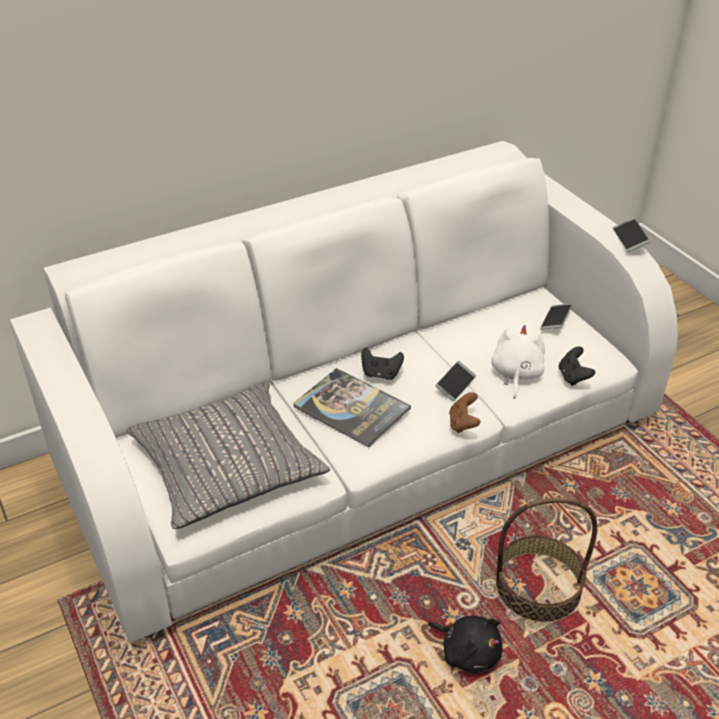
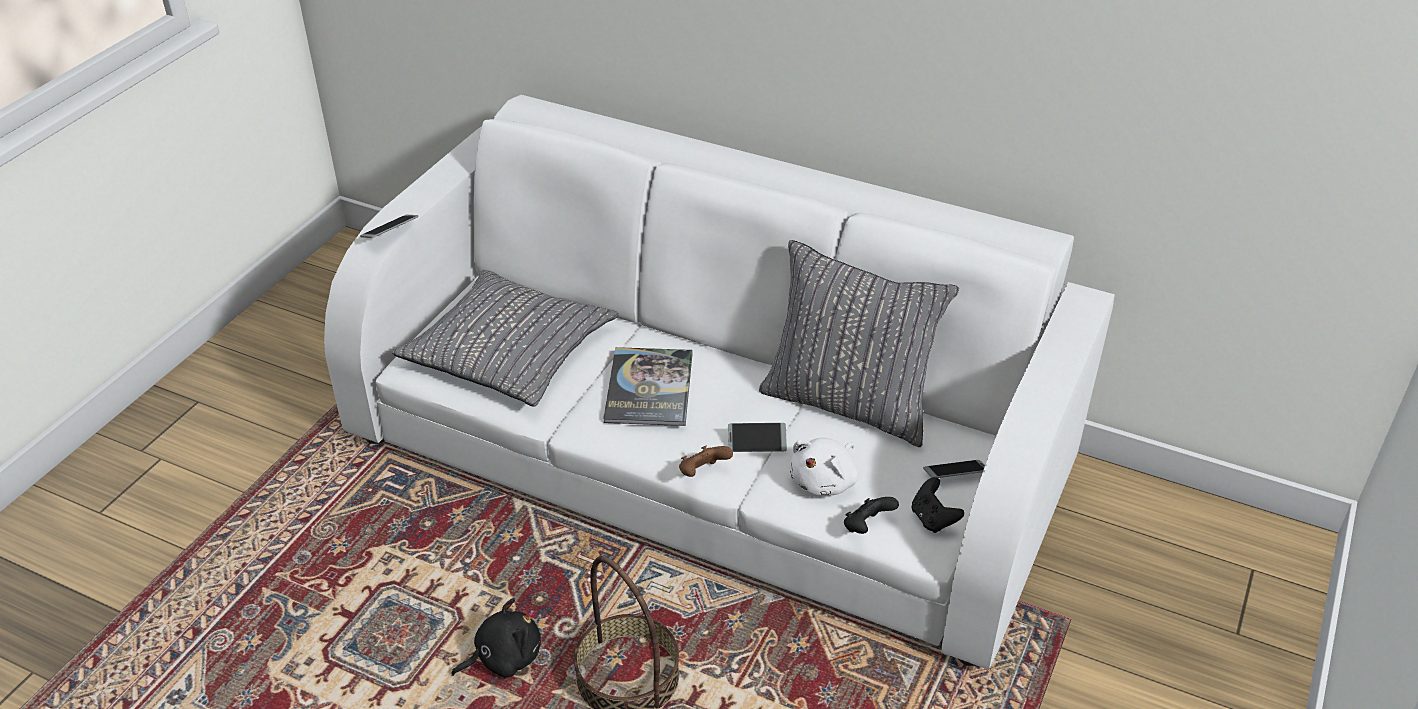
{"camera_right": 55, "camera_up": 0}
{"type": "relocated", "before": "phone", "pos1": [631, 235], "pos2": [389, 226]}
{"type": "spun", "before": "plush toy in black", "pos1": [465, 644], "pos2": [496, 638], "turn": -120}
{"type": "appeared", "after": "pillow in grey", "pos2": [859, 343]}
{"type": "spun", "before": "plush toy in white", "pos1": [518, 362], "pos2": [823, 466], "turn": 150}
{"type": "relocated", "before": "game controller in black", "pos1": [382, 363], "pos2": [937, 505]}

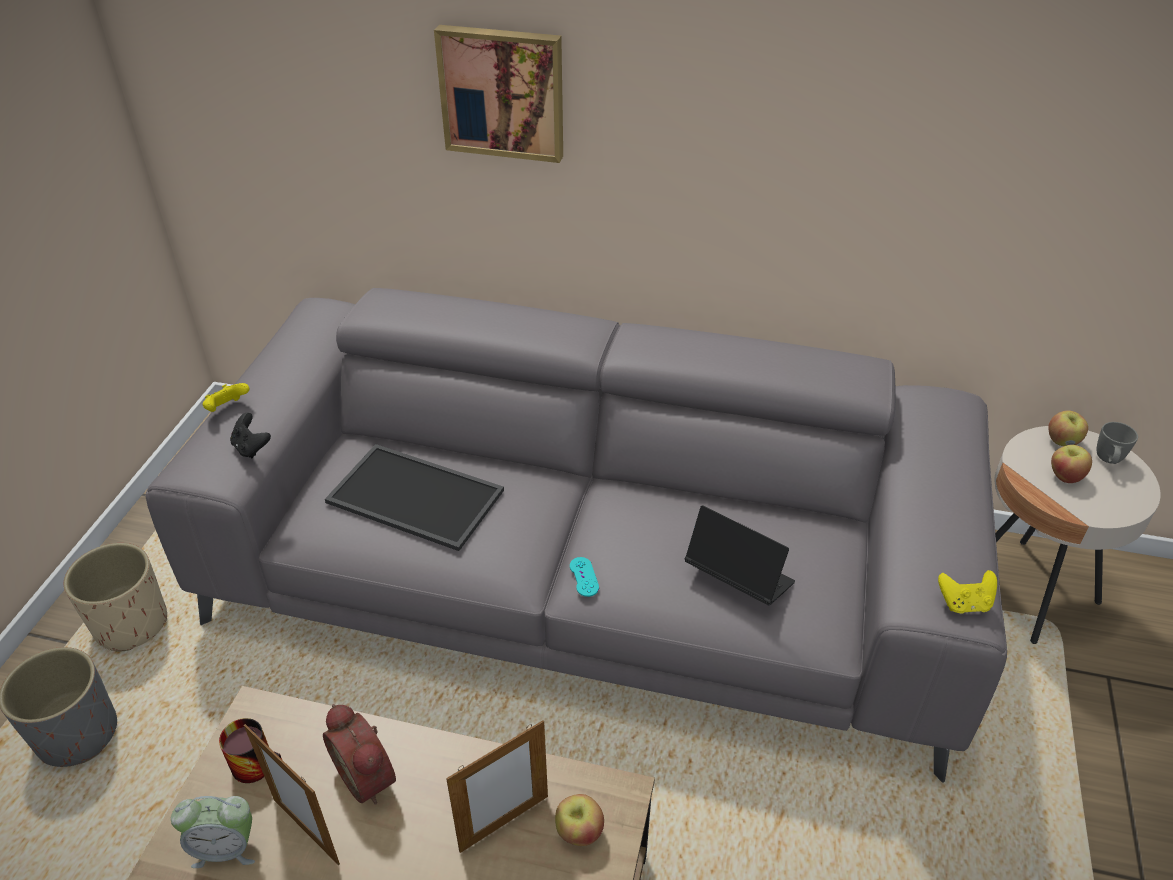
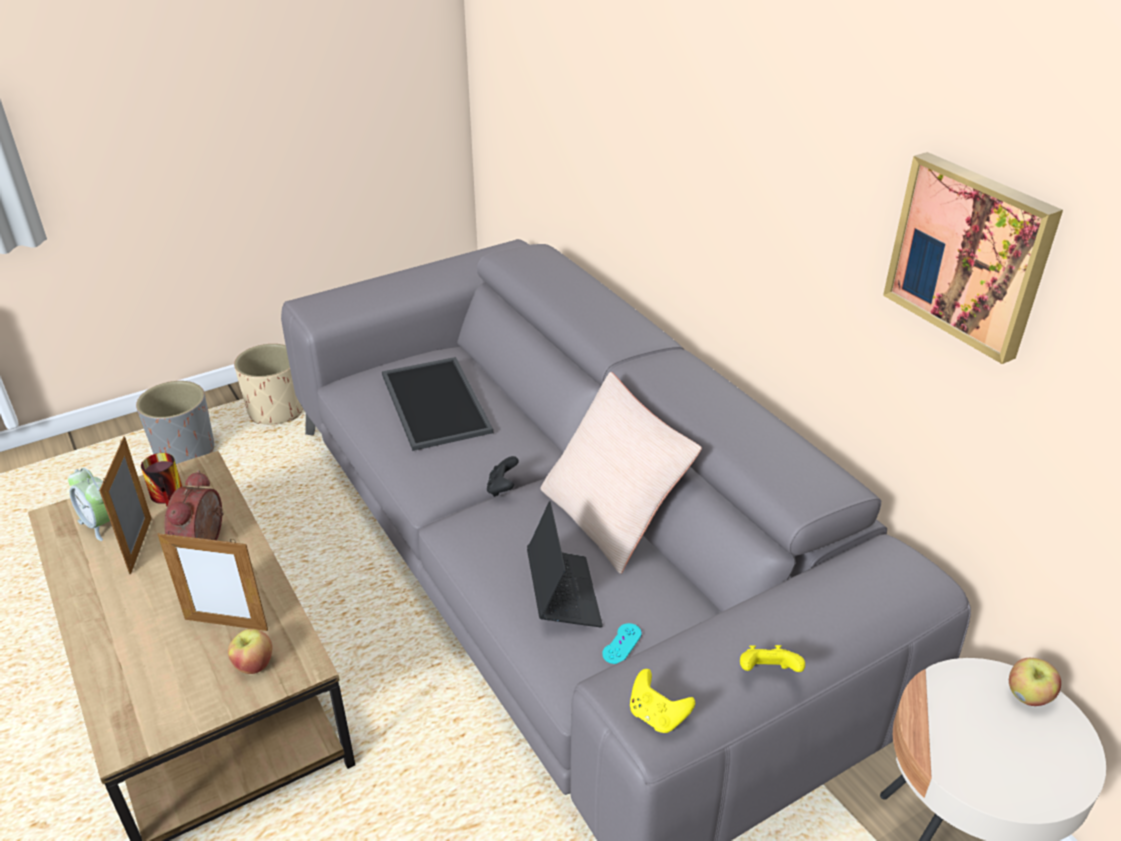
{"camera_right": 45, "camera_up": -5}
{"type": "relocated", "before": "game controller in black", "pos1": [250, 436], "pos2": [503, 476]}
{"type": "appeared", "after": "pillow in beige", "pos2": [621, 473]}
{"type": "relocated", "before": "game controller in turquoise", "pos1": [584, 577], "pos2": [622, 643]}
{"type": "relocated", "before": "game controller in yellow", "pos1": [226, 397], "pos2": [772, 658]}
{"type": "relocated", "before": "picture", "pos1": [498, 94], "pos2": [973, 258]}
{"type": "missing", "before": "apple", "pos1": [1071, 464]}
{"type": "missing", "before": "mug in grey", "pos1": [1117, 443]}

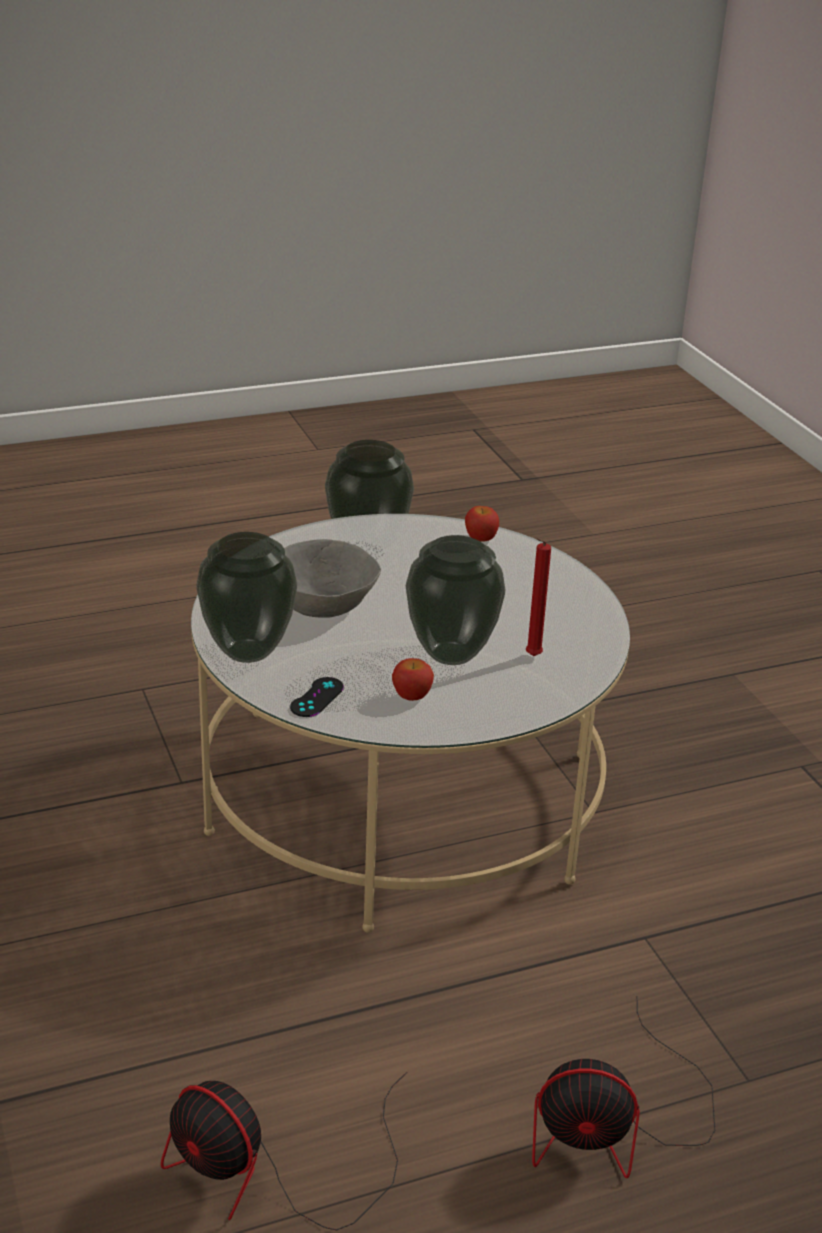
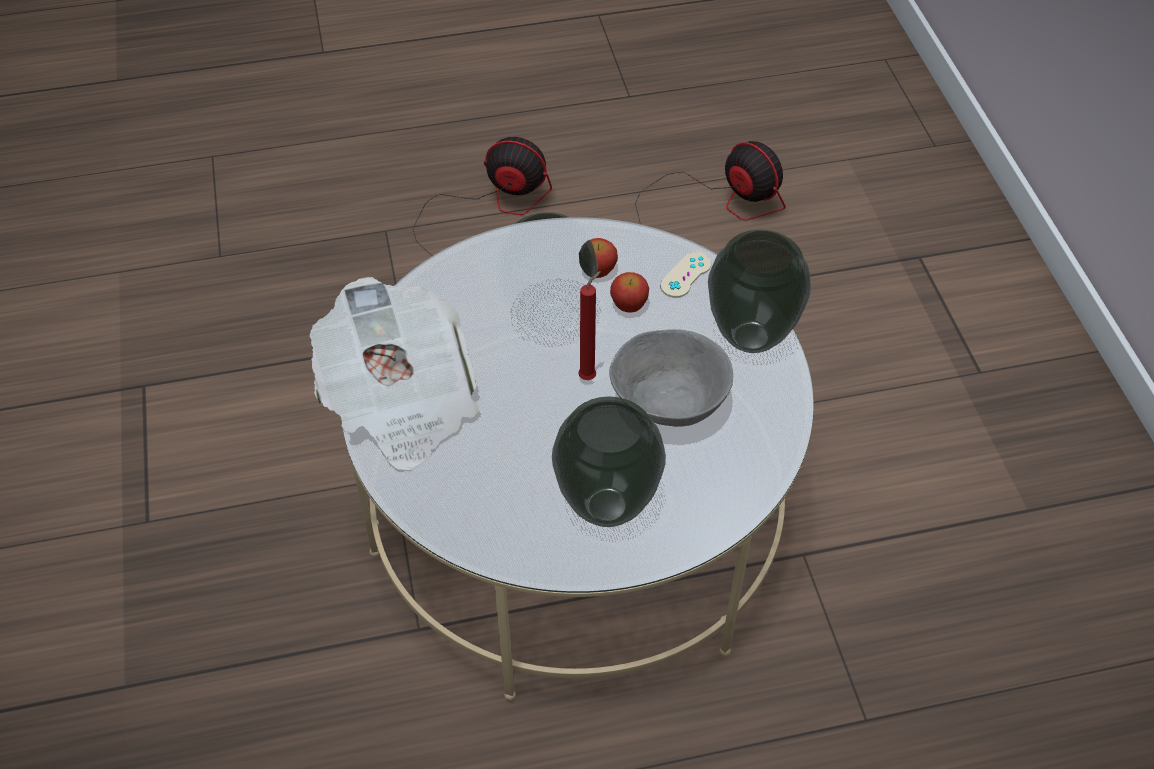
{"camera_right": -170, "camera_up": 20}
{"type": "appeared", "after": "newspaper", "pos2": [394, 373]}
{"type": "relocated", "before": "candle in red", "pos1": [538, 597], "pos2": [589, 325]}
{"type": "relocated", "before": "apple", "pos1": [482, 524], "pos2": [629, 292]}
{"type": "colour", "before": "game controller in black", "after": "game controller in beige", "pos1": [317, 697], "pos2": [685, 274]}

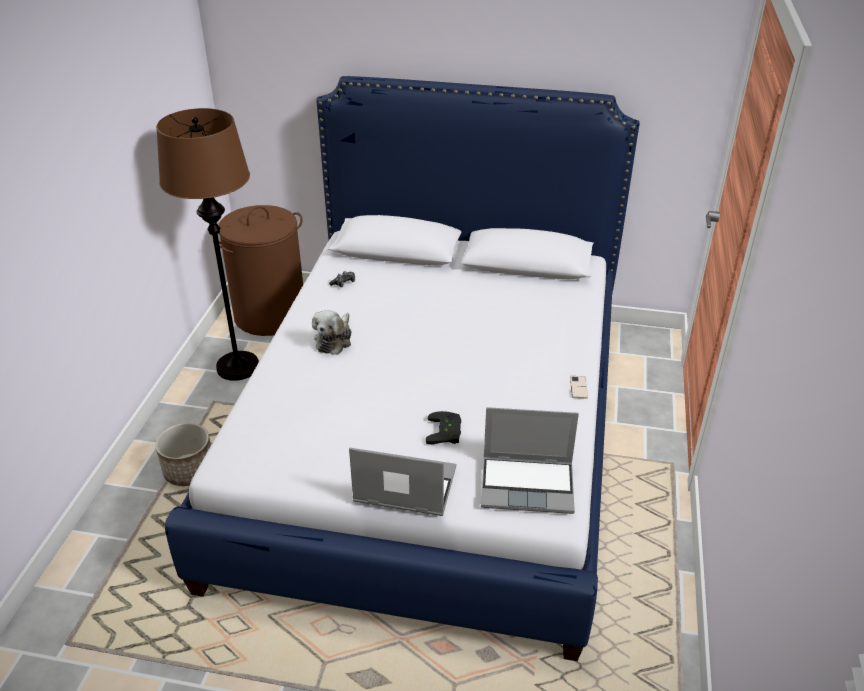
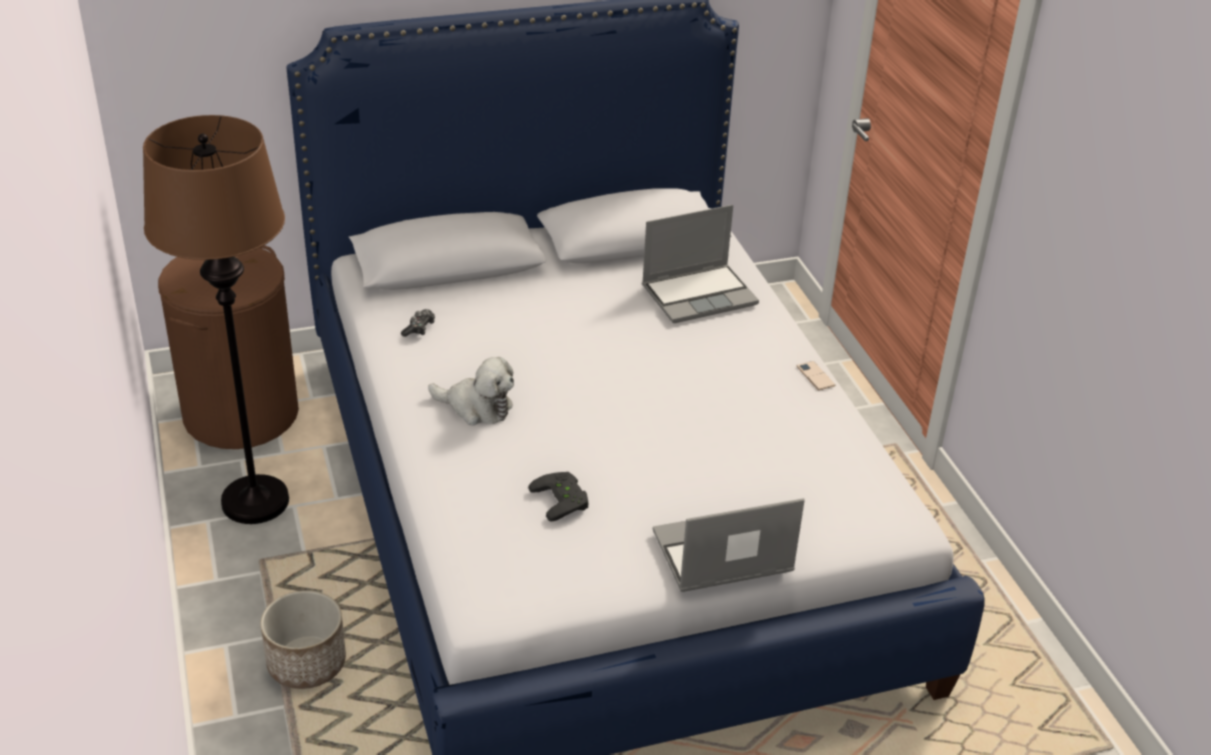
{"camera_right": -30, "camera_up": 0}
{"type": "spun", "before": "plush toy", "pos1": [331, 332], "pos2": [471, 391], "turn": -60}
{"type": "relocated", "before": "game controller in black", "pos1": [443, 427], "pos2": [558, 497]}
{"type": "relocated", "before": "laptop", "pos1": [530, 460], "pos2": [700, 264]}

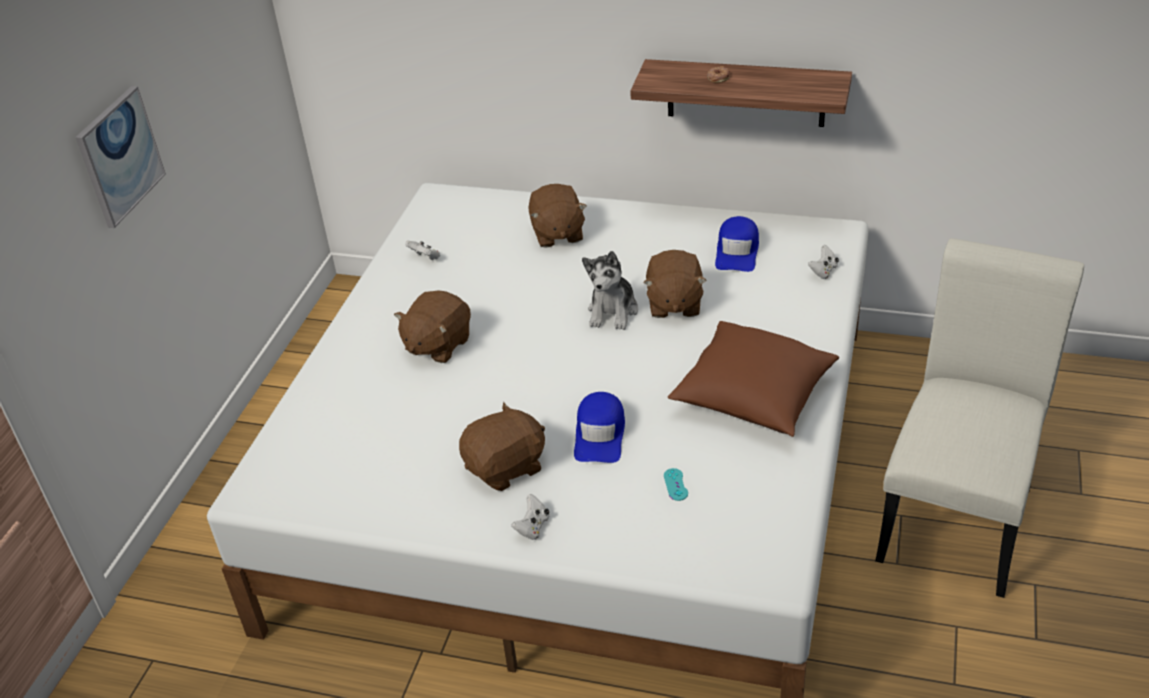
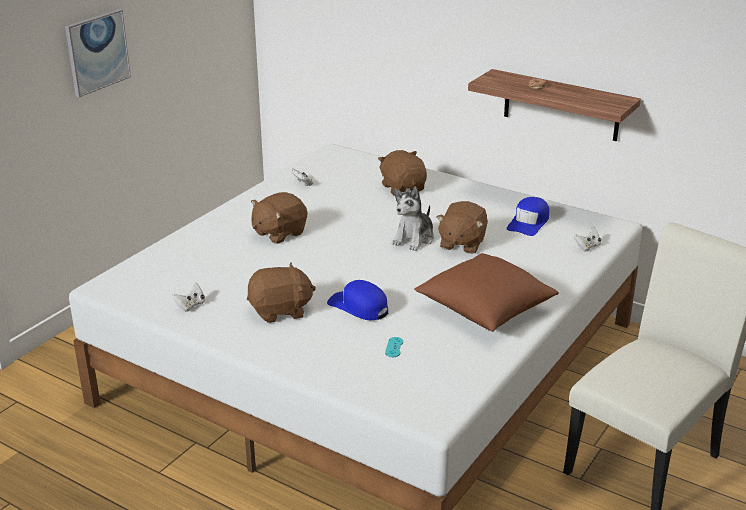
{"camera_right": 15, "camera_up": -10}
{"type": "relocated", "before": "game controller in white", "pos1": [530, 517], "pos2": [188, 297]}
{"type": "spun", "before": "cap in blue", "pos1": [599, 427], "pos2": [357, 300], "turn": 105}
{"type": "spun", "before": "plush toy in brown", "pos1": [557, 216], "pos2": [402, 173], "turn": 150}

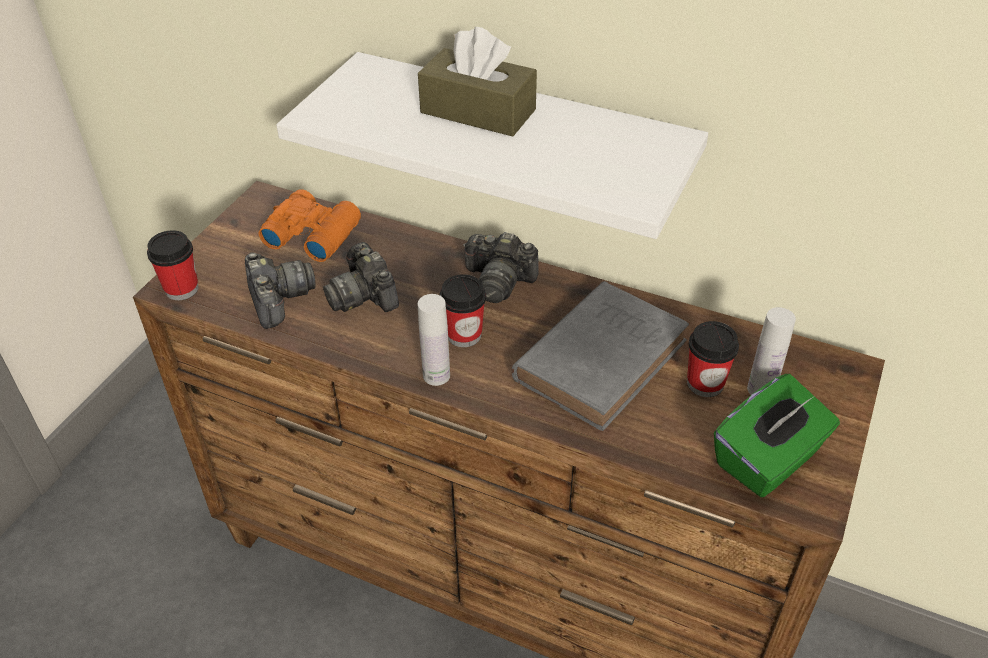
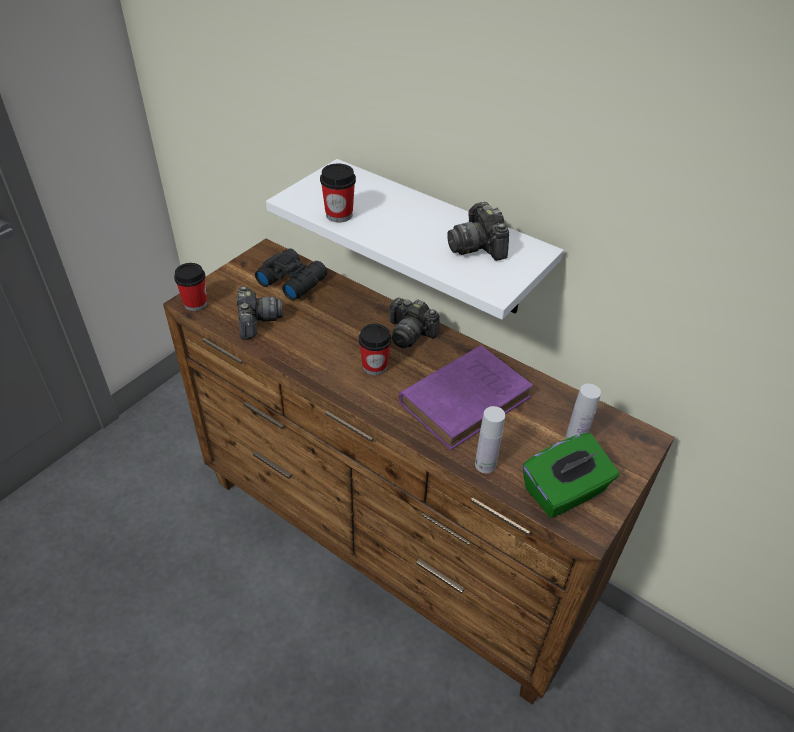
{"camera_right": 10, "camera_up": 0}
{"type": "colour", "before": "binoculars in orange", "after": "binoculars in black", "pos1": [310, 225], "pos2": [291, 274]}
{"type": "relocated", "before": "cup", "pos1": [713, 359], "pos2": [338, 193]}
{"type": "colour", "before": "book in grey", "after": "book in purple", "pos1": [600, 356], "pos2": [466, 397]}
{"type": "relocated", "before": "photo camera", "pos1": [361, 277], "pos2": [478, 231]}
{"type": "relocated", "before": "bottle in white", "pos1": [434, 340], "pos2": [490, 439]}
{"type": "missing", "before": "tissue box in brown", "pos1": [477, 82]}

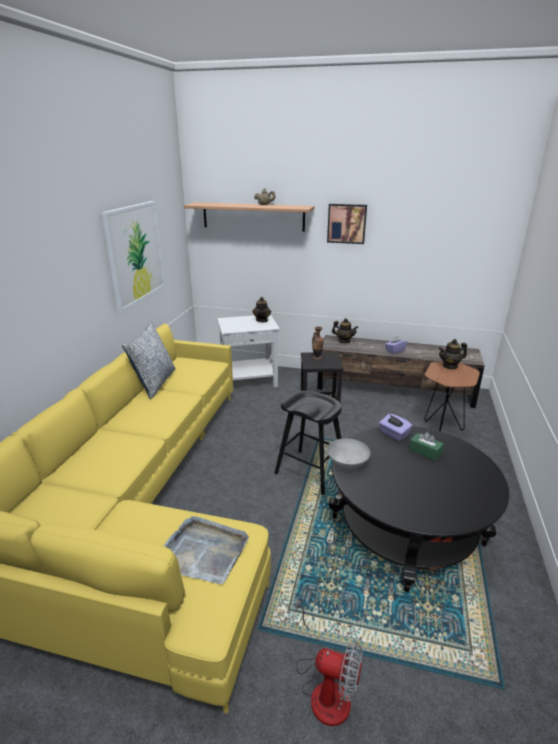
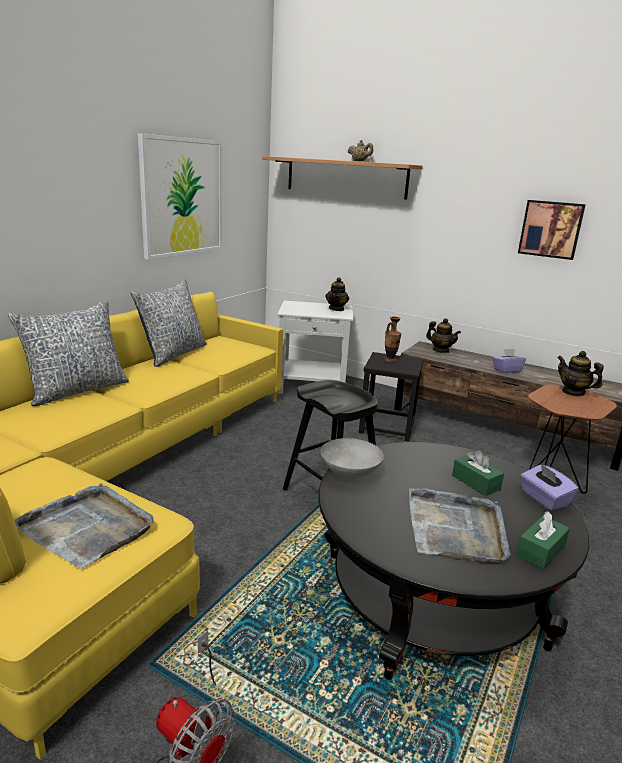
{"camera_right": 15, "camera_up": -5}
{"type": "appeared", "after": "pillow", "pos2": [68, 353]}
{"type": "appeared", "after": "tray in grey", "pos2": [459, 526]}
{"type": "appeared", "after": "tissue box in green", "pos2": [543, 540]}
{"type": "relocated", "before": "picture", "pos1": [347, 224], "pos2": [552, 230]}
{"type": "relocated", "before": "tissue box in purple", "pos1": [395, 427], "pos2": [549, 487]}
{"type": "spun", "before": "teapot", "pos1": [452, 354], "pos2": [580, 373], "turn": 45}

